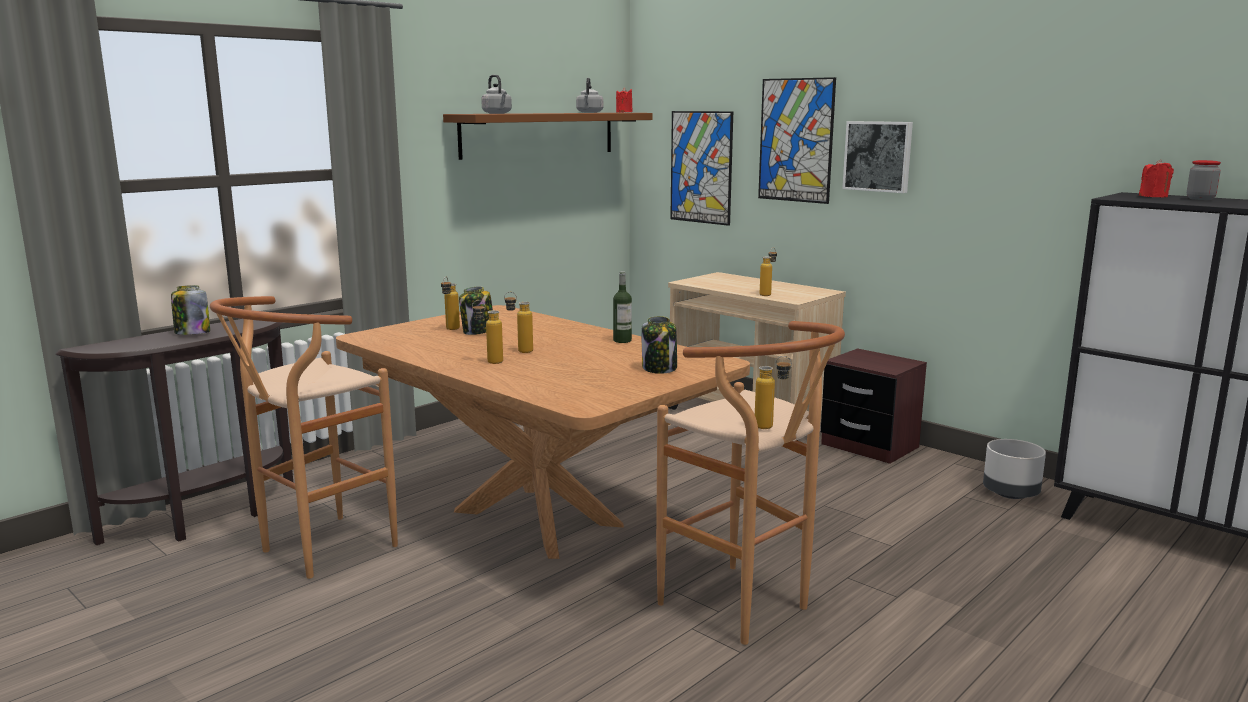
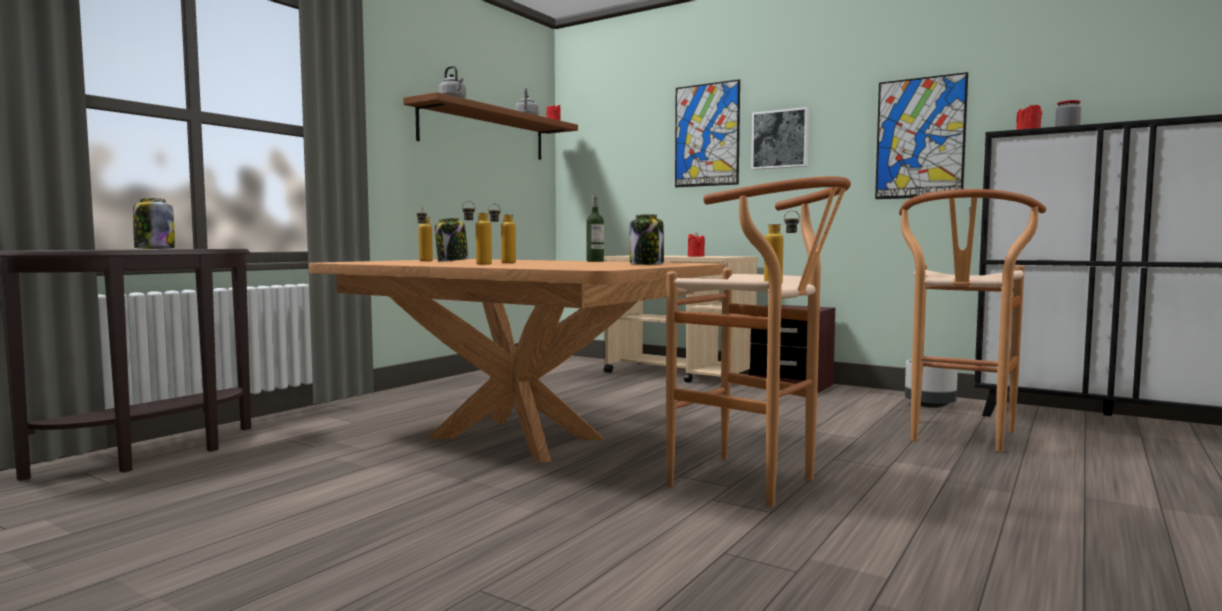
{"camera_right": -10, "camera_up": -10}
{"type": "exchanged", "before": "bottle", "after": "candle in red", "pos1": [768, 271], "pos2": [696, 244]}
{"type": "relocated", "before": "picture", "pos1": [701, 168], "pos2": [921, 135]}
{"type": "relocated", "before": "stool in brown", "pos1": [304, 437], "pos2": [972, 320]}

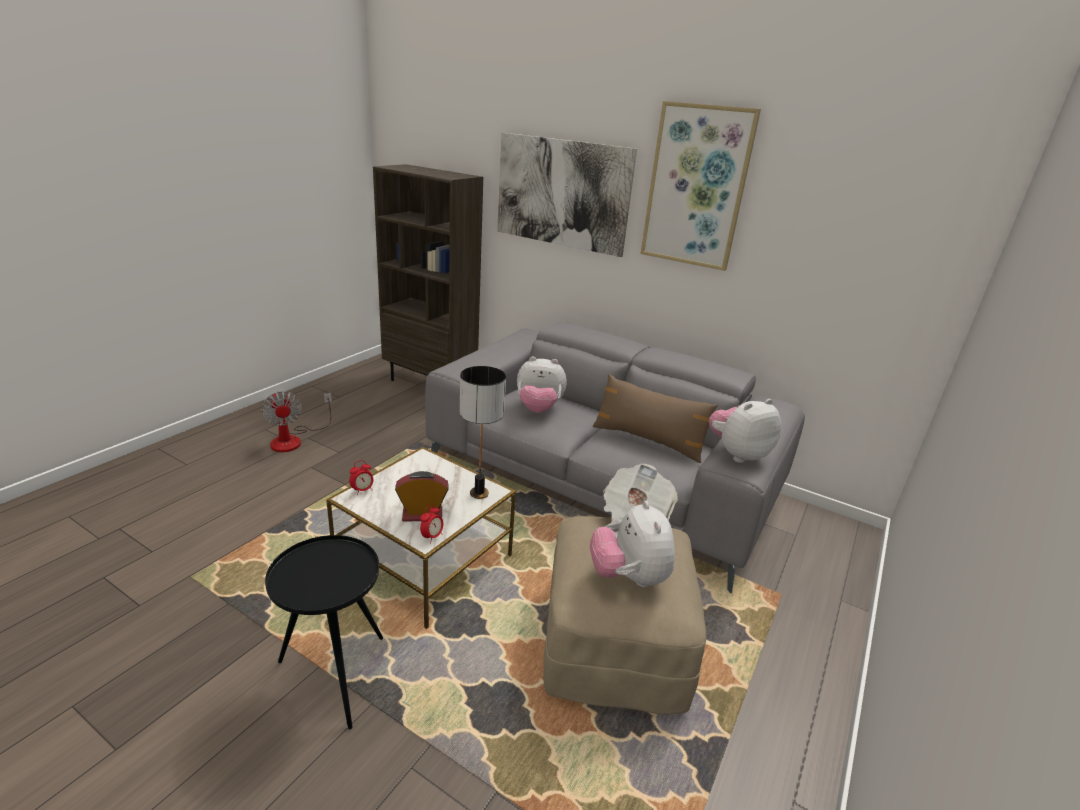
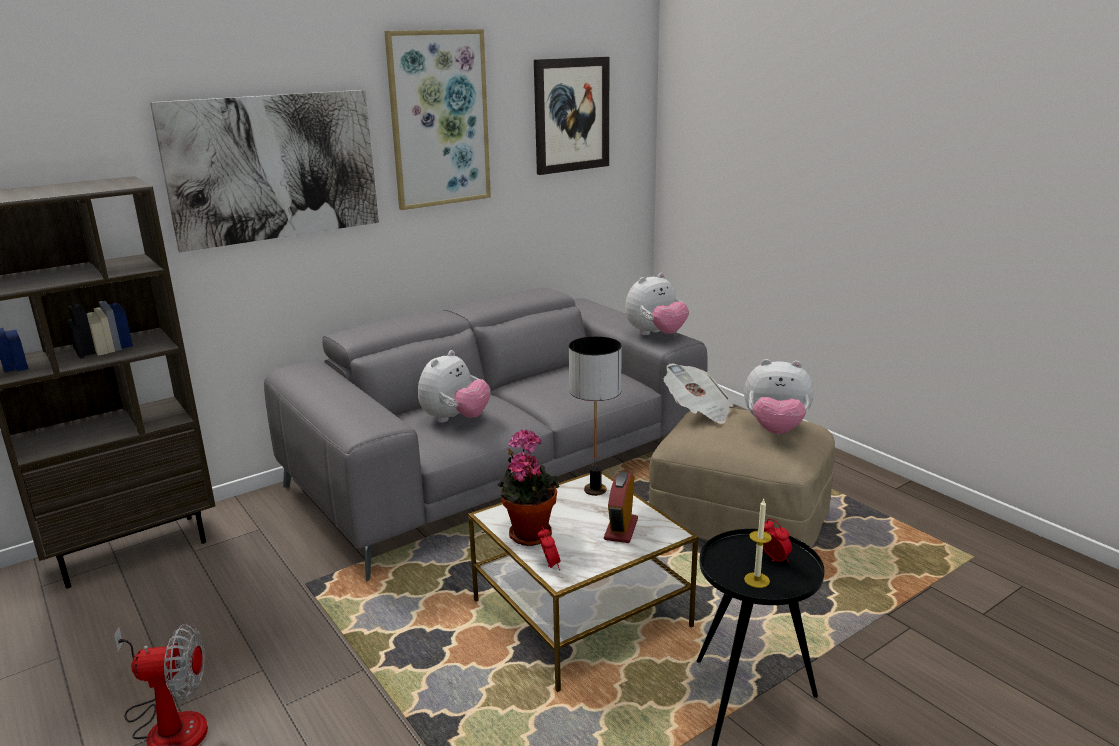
{"camera_right": -65, "camera_up": -5}
{"type": "appeared", "after": "potted plant", "pos2": [529, 488]}
{"type": "appeared", "after": "picture", "pos2": [571, 116]}
{"type": "spun", "before": "plush toy", "pos1": [745, 431], "pos2": [657, 304], "turn": -120}
{"type": "appeared", "after": "candle", "pos2": [758, 543]}
{"type": "relocated", "before": "alarm clock", "pos1": [431, 524], "pos2": [777, 540]}
{"type": "missing", "before": "pillow in brown", "pos1": [655, 418]}

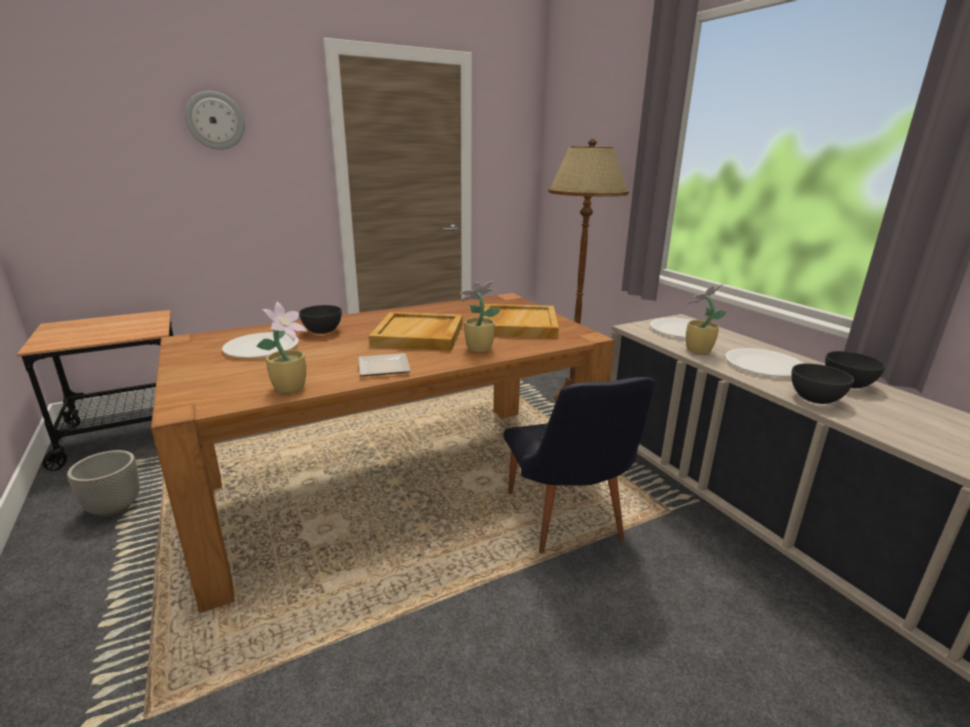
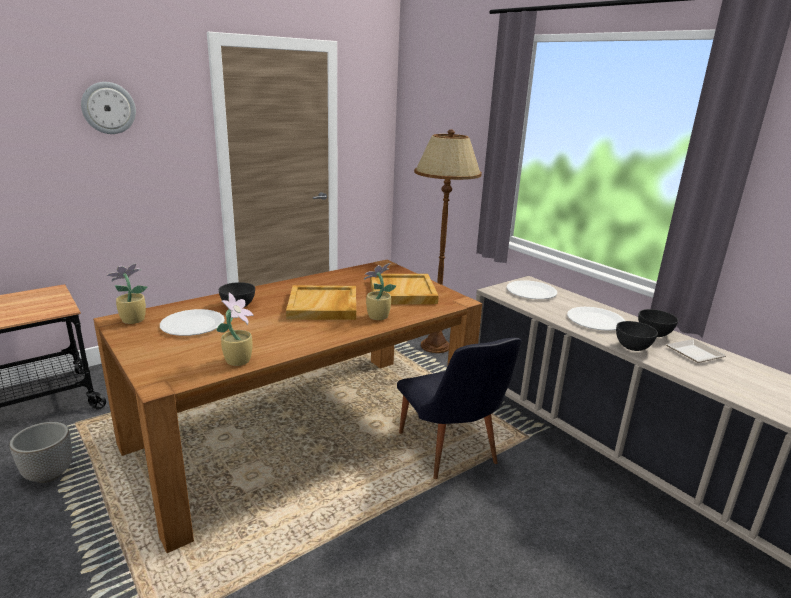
{"camera_right": -10, "camera_up": 0}
{"type": "relocated", "before": "potted plant", "pos1": [706, 319], "pos2": [127, 293]}
{"type": "relocated", "before": "plate", "pos1": [384, 364], "pos2": [696, 351]}

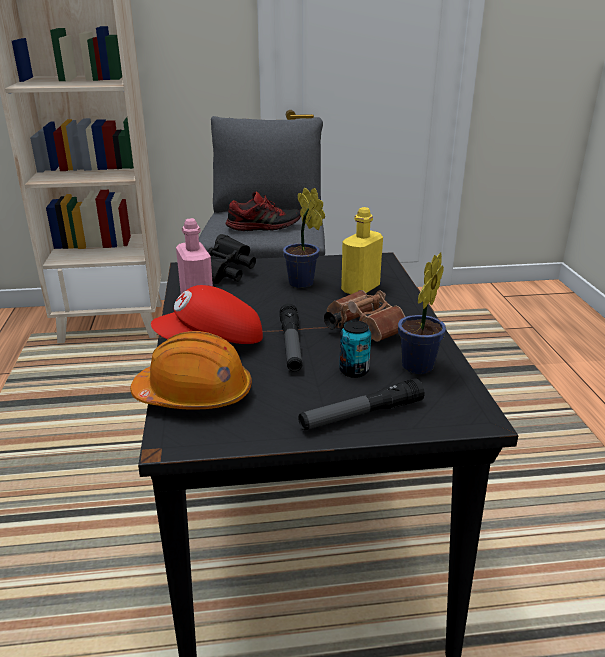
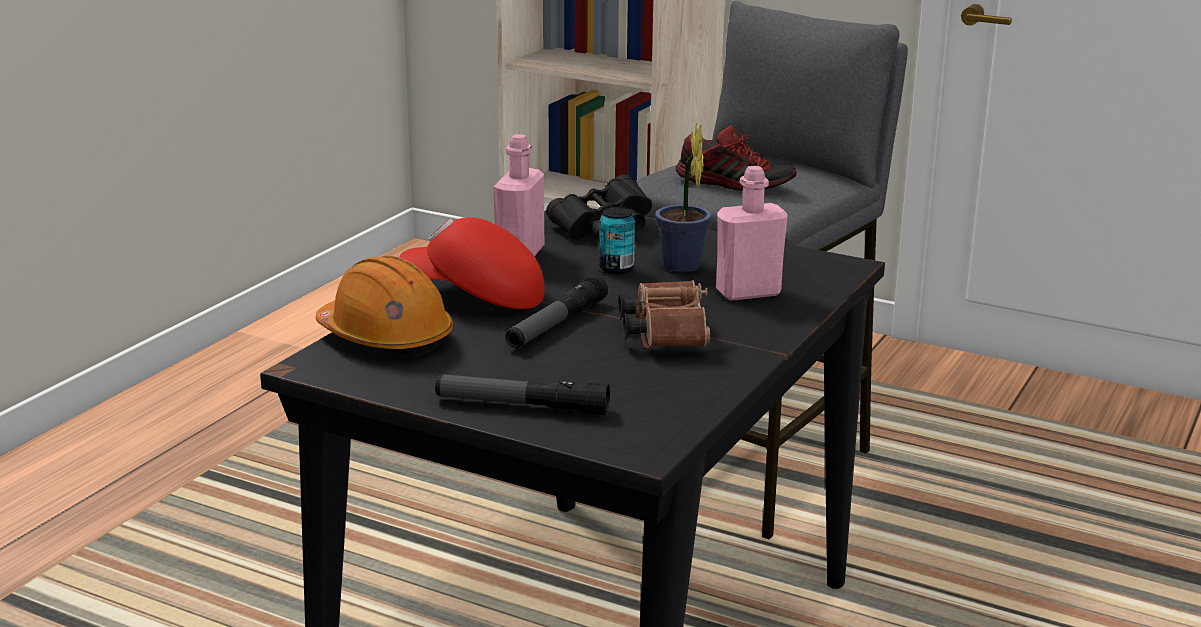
{"camera_right": 35, "camera_up": -5}
{"type": "relocated", "before": "can", "pos1": [355, 349], "pos2": [617, 240]}
{"type": "colour", "before": "bottle in yellow", "after": "bottle in pink", "pos1": [362, 250], "pos2": [752, 233]}
{"type": "missing", "before": "potted plant", "pos1": [422, 313]}

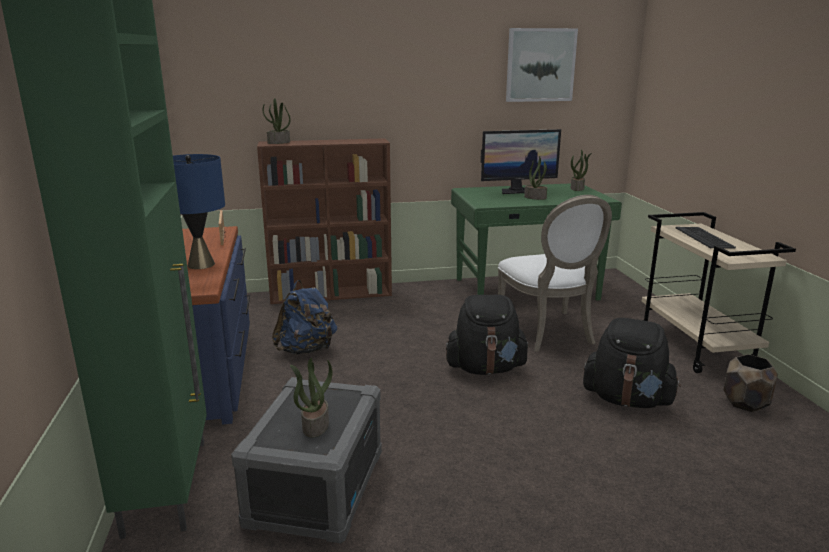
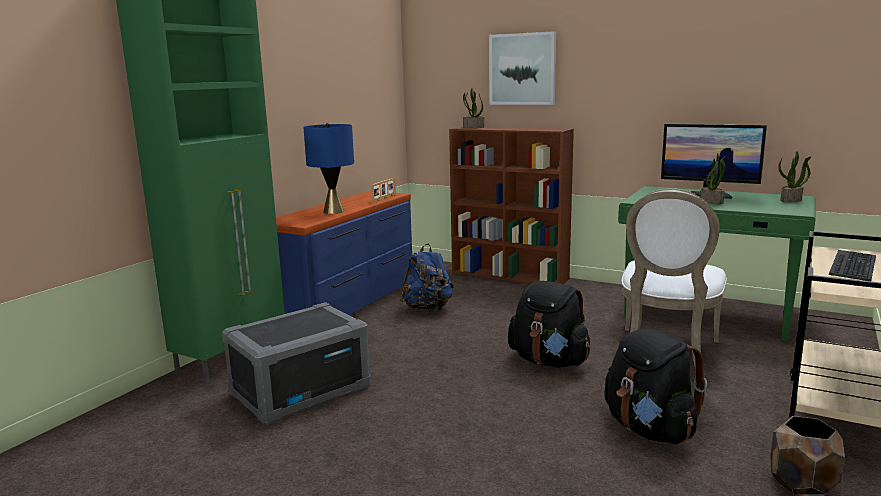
{"camera_right": 40, "camera_up": -5}
{"type": "relocated", "before": "picture", "pos1": [542, 65], "pos2": [522, 68]}
{"type": "missing", "before": "potted plant", "pos1": [311, 398]}

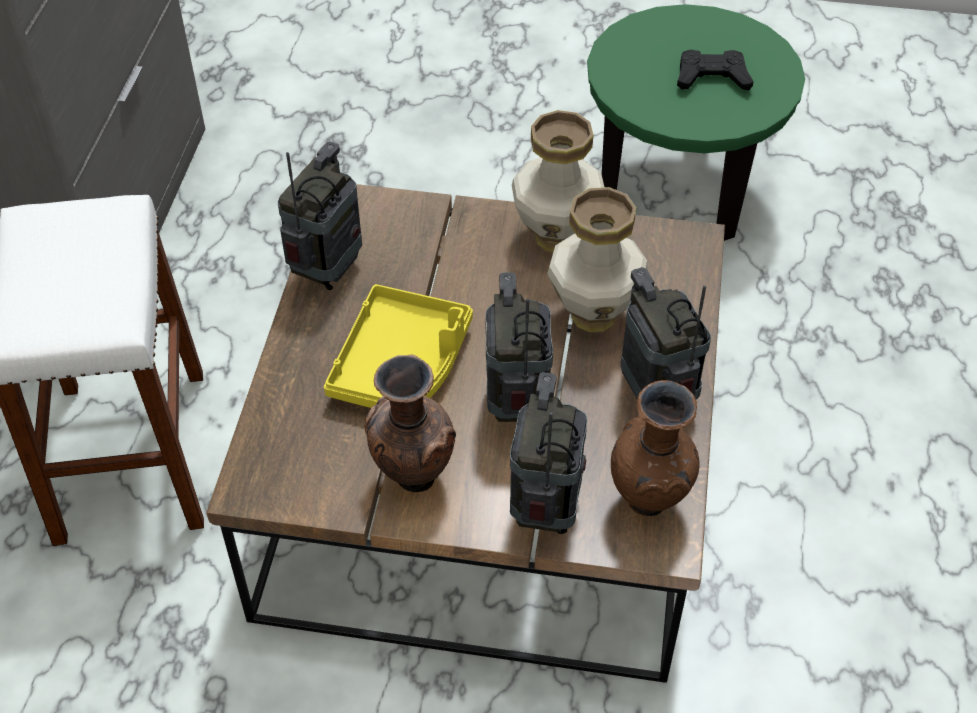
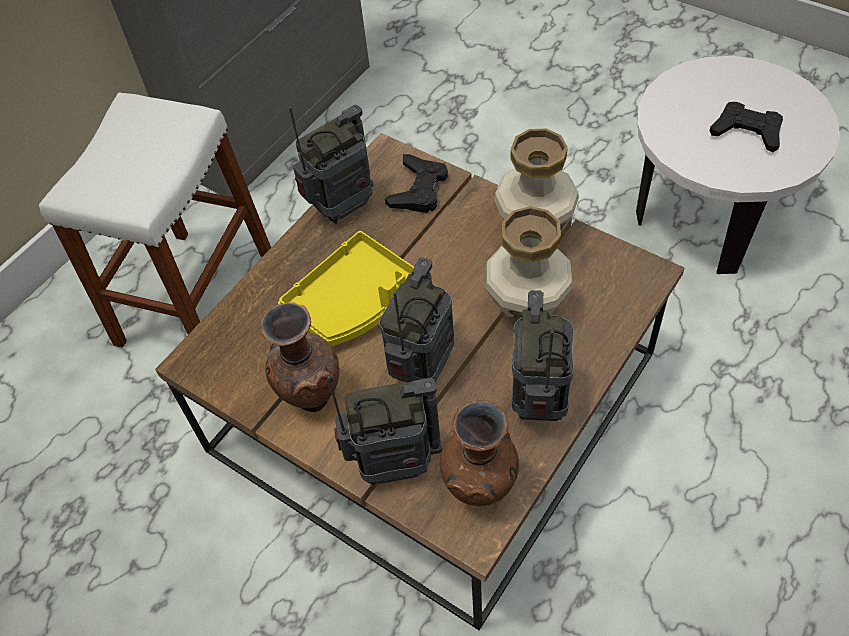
{"camera_right": 30, "camera_up": 5}
{"type": "spun", "before": "radio", "pos1": [548, 453], "pos2": [384, 430], "turn": 45}
{"type": "appeared", "after": "game controller in black", "pos2": [416, 183]}
{"type": "colour", "before": "side table in green", "after": "side table in white", "pos1": [696, 122], "pos2": [738, 165]}

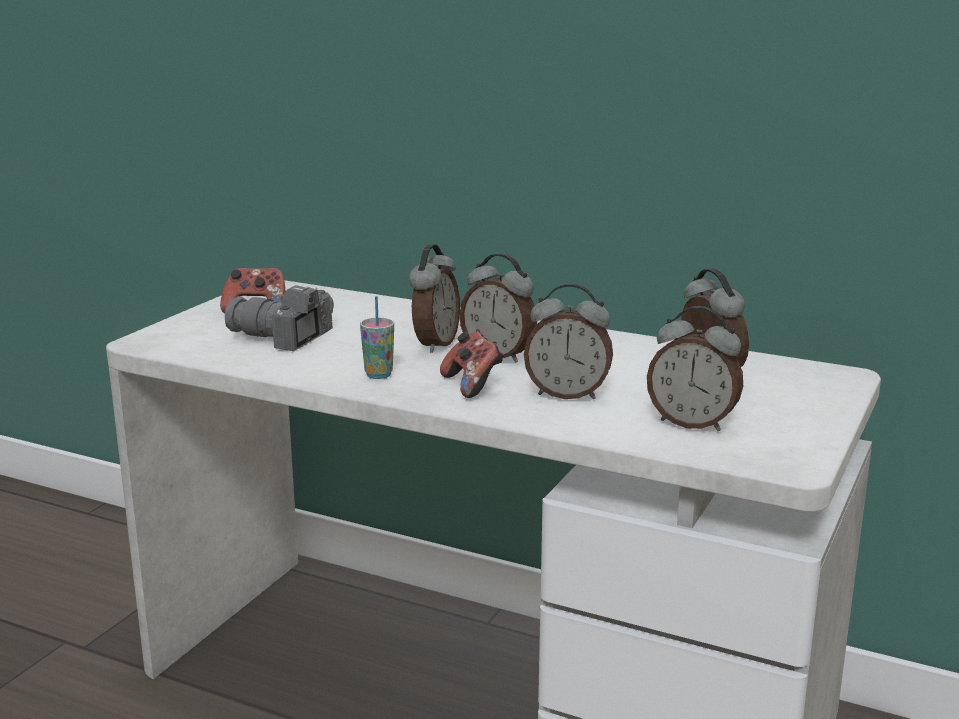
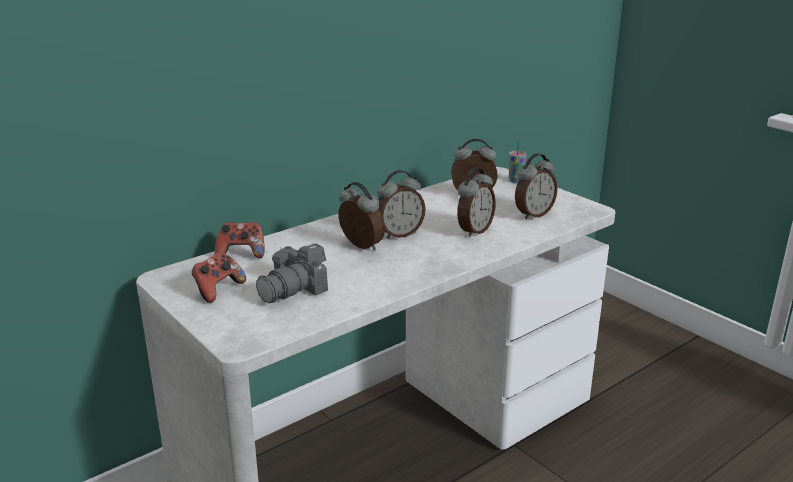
{"camera_right": -65, "camera_up": 5}
{"type": "relocated", "before": "game controller", "pos1": [472, 365], "pos2": [240, 240]}
{"type": "relocated", "before": "cup", "pos1": [377, 337], "pos2": [518, 161]}

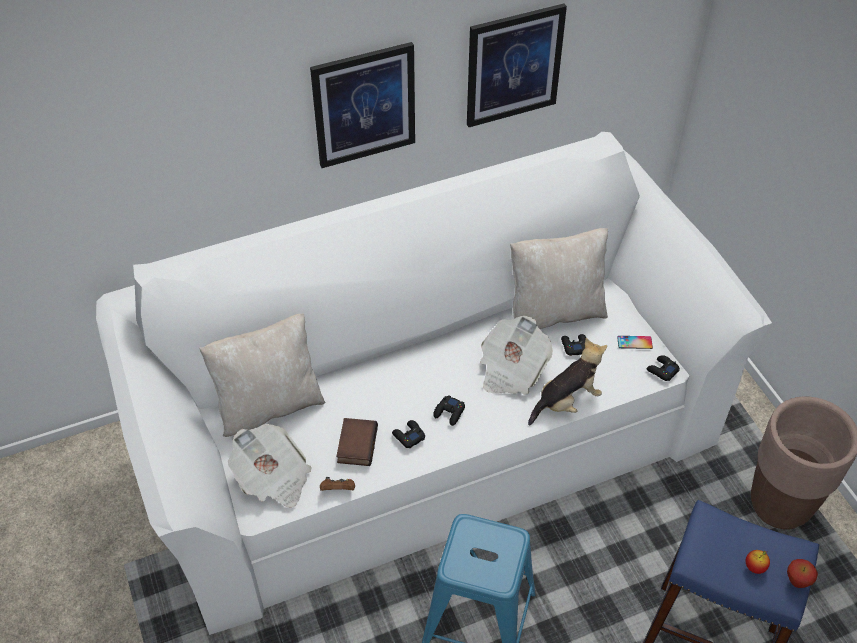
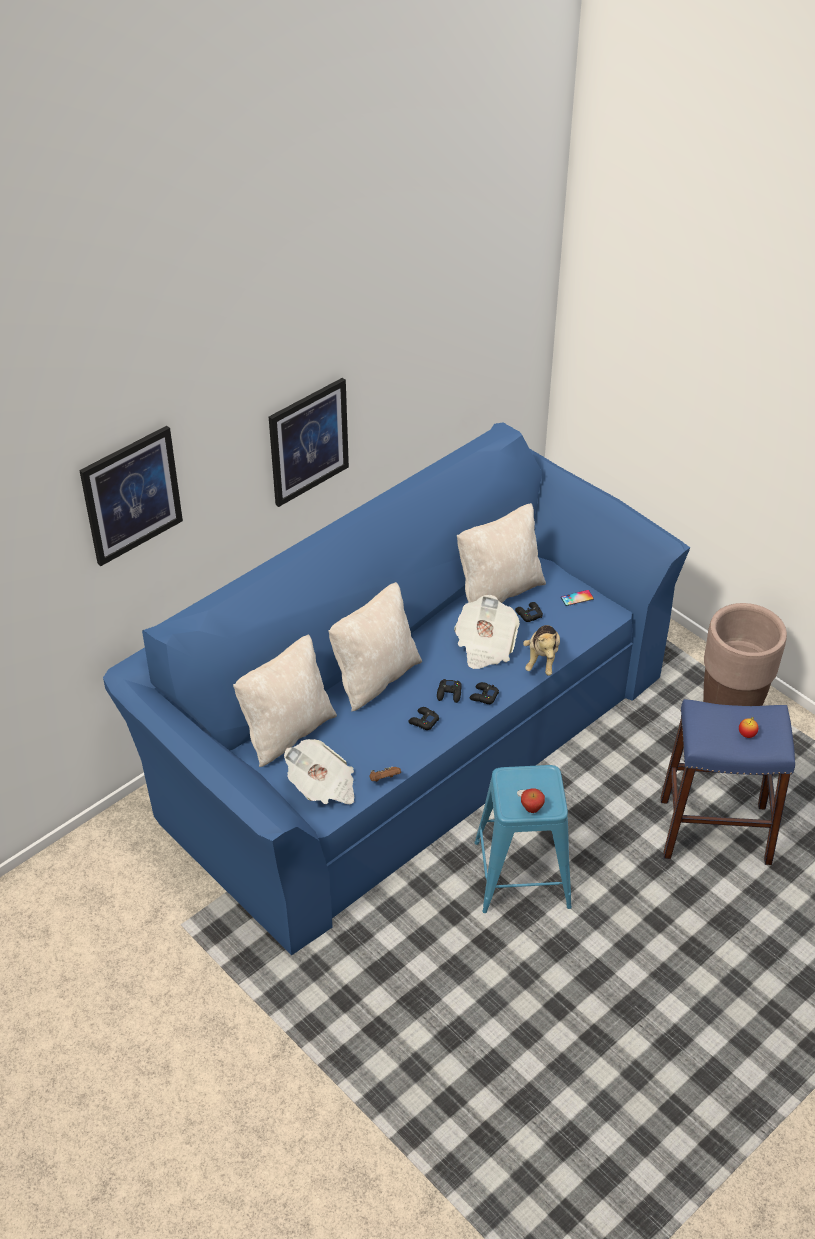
{"camera_right": -20, "camera_up": -5}
{"type": "relocated", "before": "picture", "pos1": [517, 65], "pos2": [131, 496]}
{"type": "colour", "before": "sofa in white", "after": "sofa in blue", "pos1": [434, 383], "pos2": [396, 689]}
{"type": "appeared", "after": "pillow in beige", "pos2": [375, 646]}
{"type": "relocated", "before": "game controller in black", "pos1": [663, 368], "pos2": [484, 693]}
{"type": "relocated", "before": "apple", "pos1": [802, 573], "pos2": [533, 800]}
{"type": "spun", "before": "plush toy", "pos1": [567, 382], "pos2": [541, 650], "turn": 150}
{"type": "missing", "before": "book", "pos1": [357, 442]}

